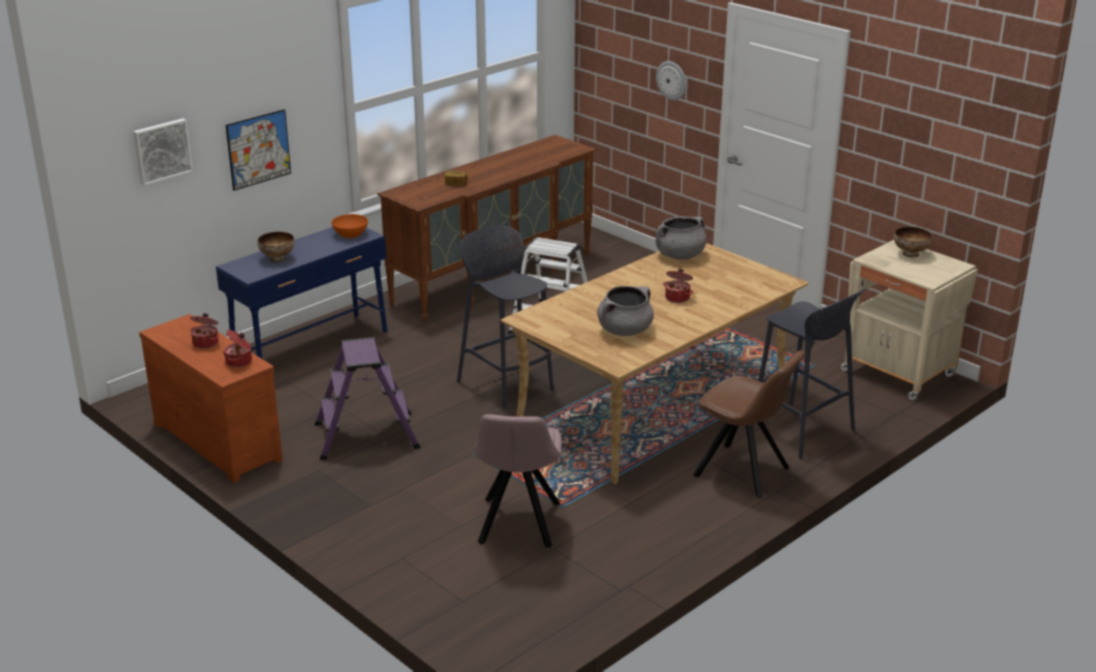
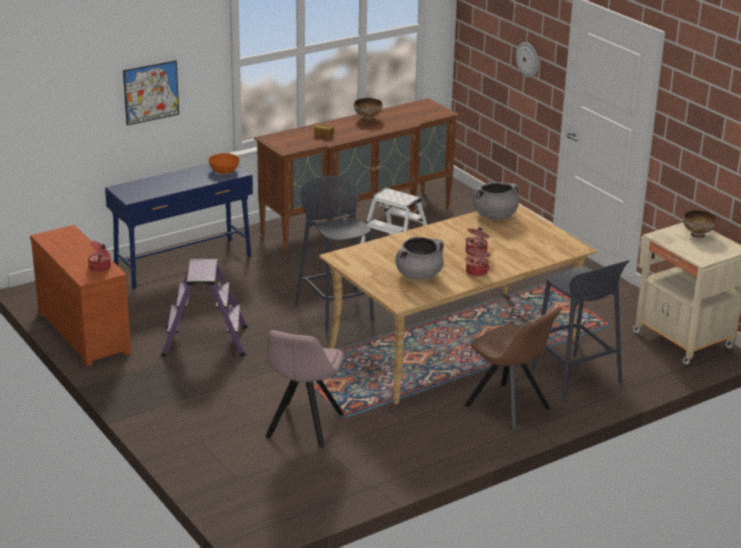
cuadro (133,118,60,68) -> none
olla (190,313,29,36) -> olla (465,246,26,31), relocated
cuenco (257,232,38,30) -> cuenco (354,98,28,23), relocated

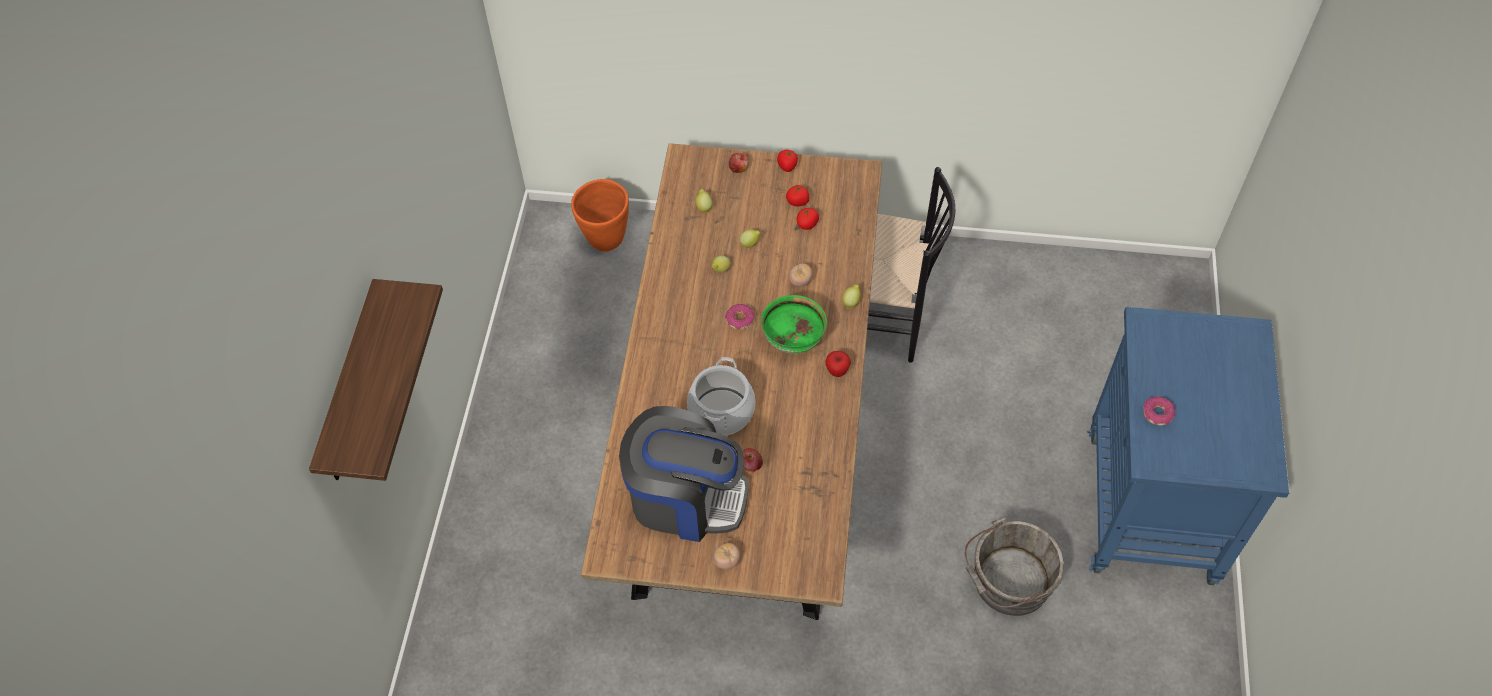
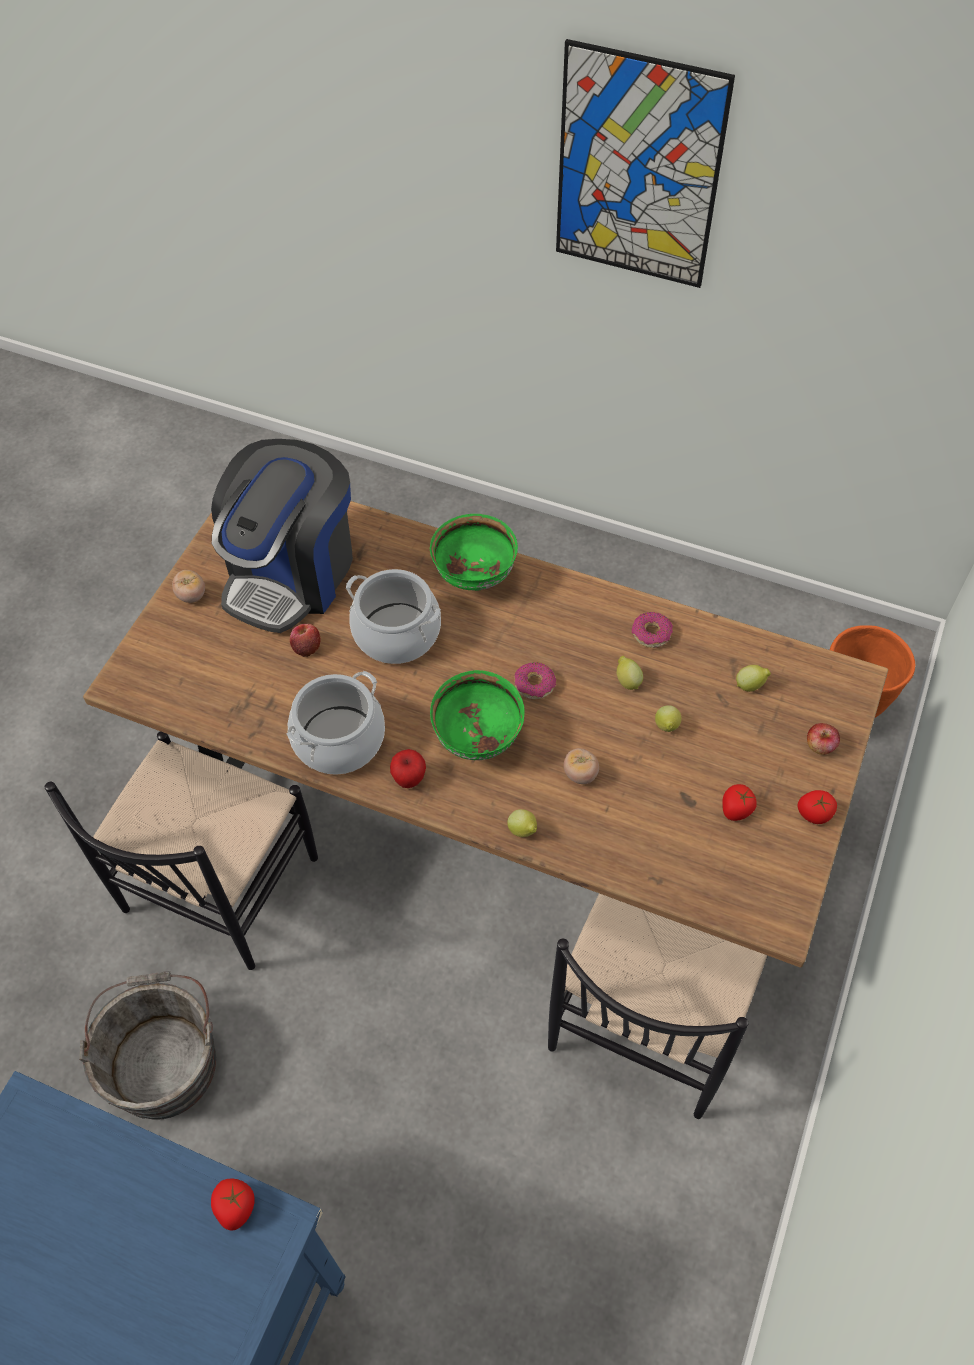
estante (309,279,134,202) -> none
none -> silla [negro] (45,731,273,239)
none -> olla (286,671,99,104)
none -> cuenco [verde] (430,514,88,77)
none -> cuadro (556,39,179,249)
tomate (796,208,23,22) -> tomate (211,1179,44,52), relocated
rosquilla (1143,396,32,30) -> rosquilla (632,612,41,36), relocated

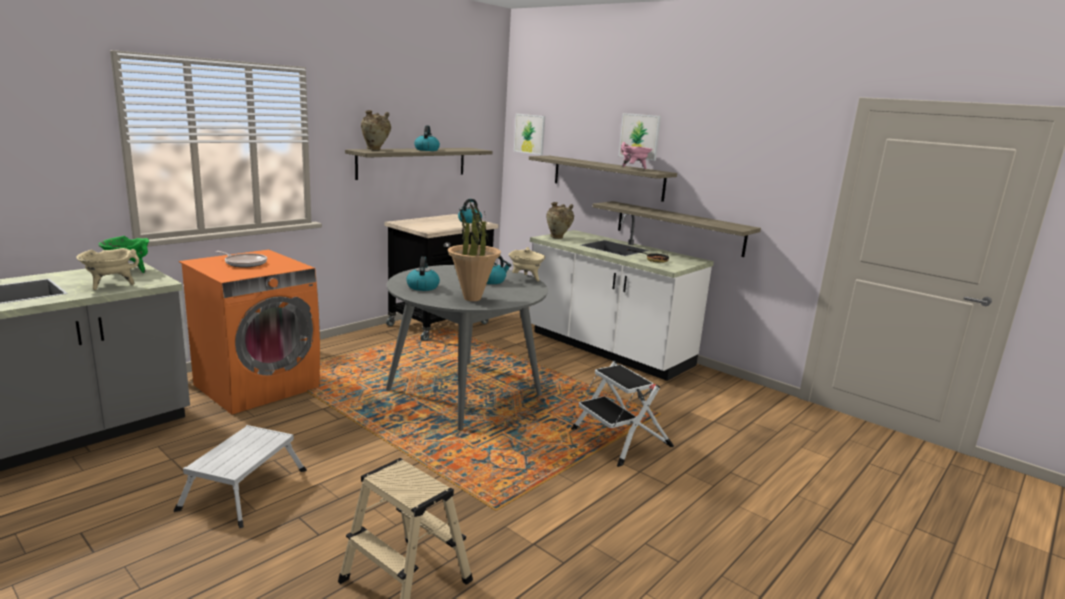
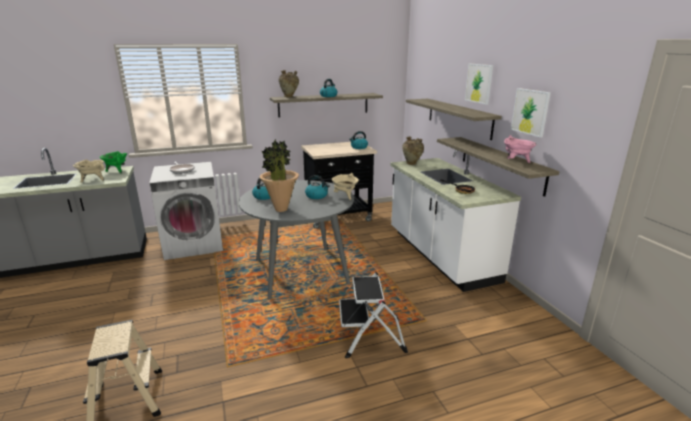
escalera de tijera [blanco] (174,425,133,103) -> none
cuadro (514,114,31,41) -> cuadro (511,88,40,50), relocated
olla [rosa] (621,142,32,27) -> olla [rosa] (504,135,33,28), relocated
lavadora [naranja] (179,250,141,165) -> lavadora [blanco] (149,162,74,98)

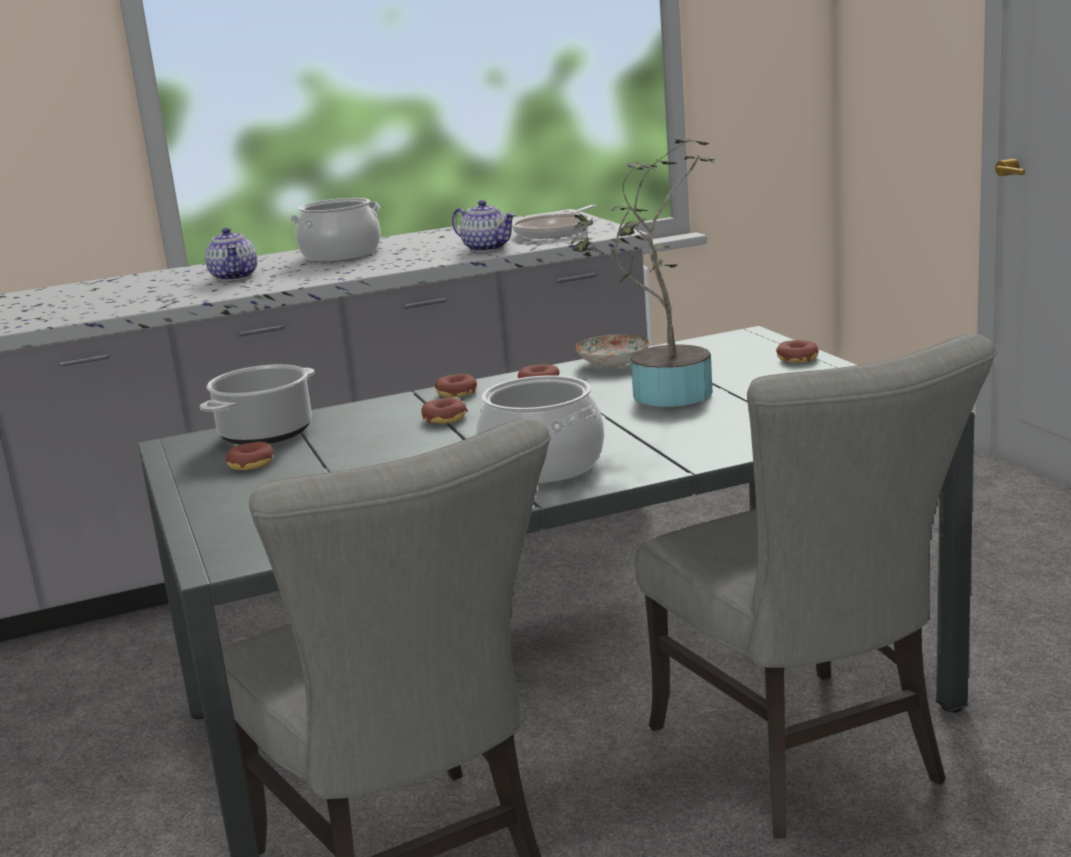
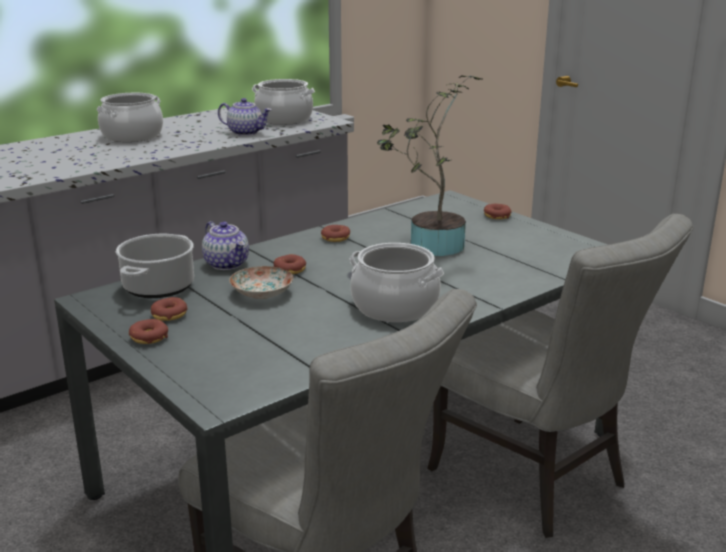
tetera (205,228,52,53) -> tetera (202,221,47,49), relocated
rosquilla (435,374,42,23) -> rosquilla (129,319,39,25), relocated
plato (575,334,75,34) -> plato (229,266,64,33), relocated
sartén (512,205,84,34) -> olla (252,79,63,46)

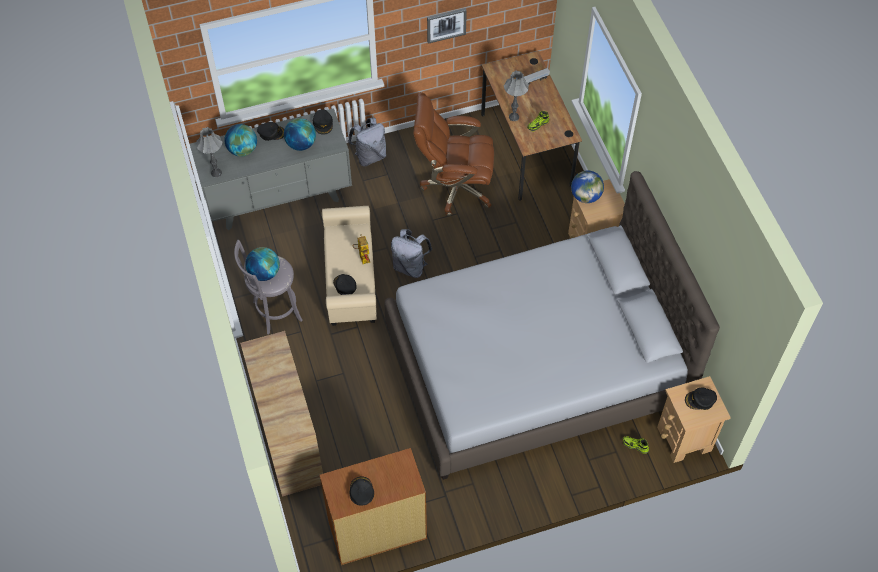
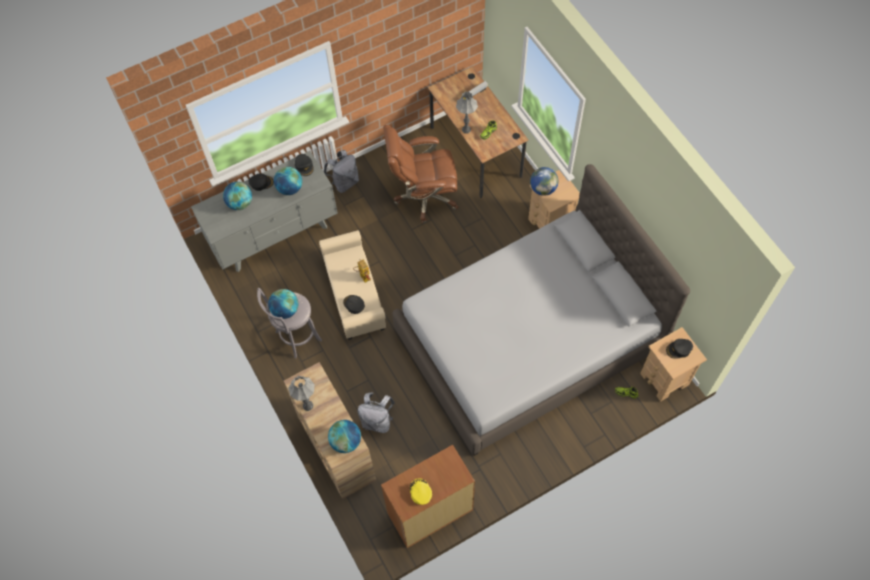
cuadro (427,8,40,36) -> none
none -> globo terráqueo (328,420,33,33)
lámpara de mesa [gris] (196,127,26,51) -> lámpara de mesa [gris] (288,376,27,35), relocated
mochila [gris] (391,229,41,49) -> mochila [gris] (358,393,37,40), relocated
gorra [negro] (350,477,24,29) -> gorra [amarillo] (410,478,22,27)

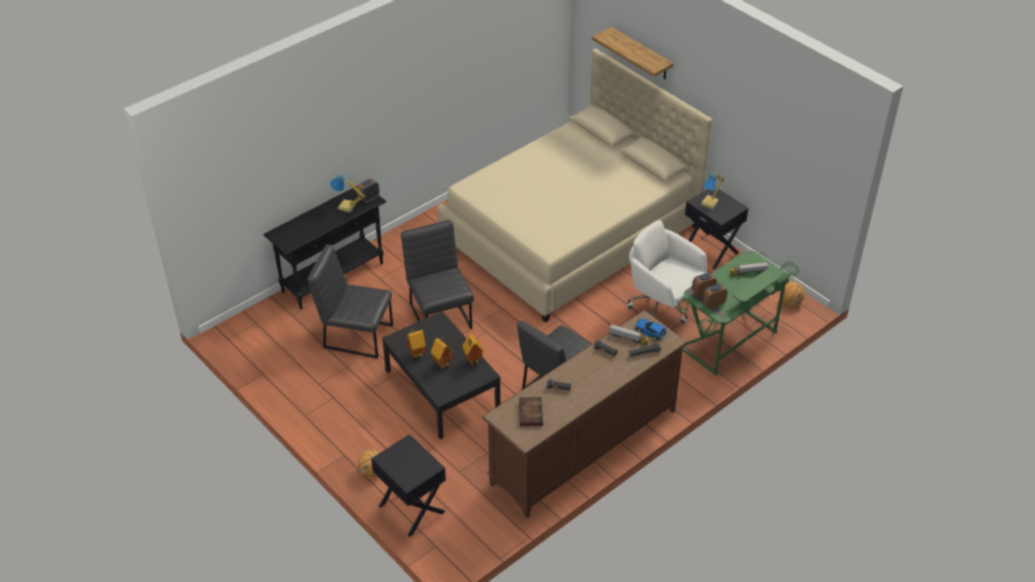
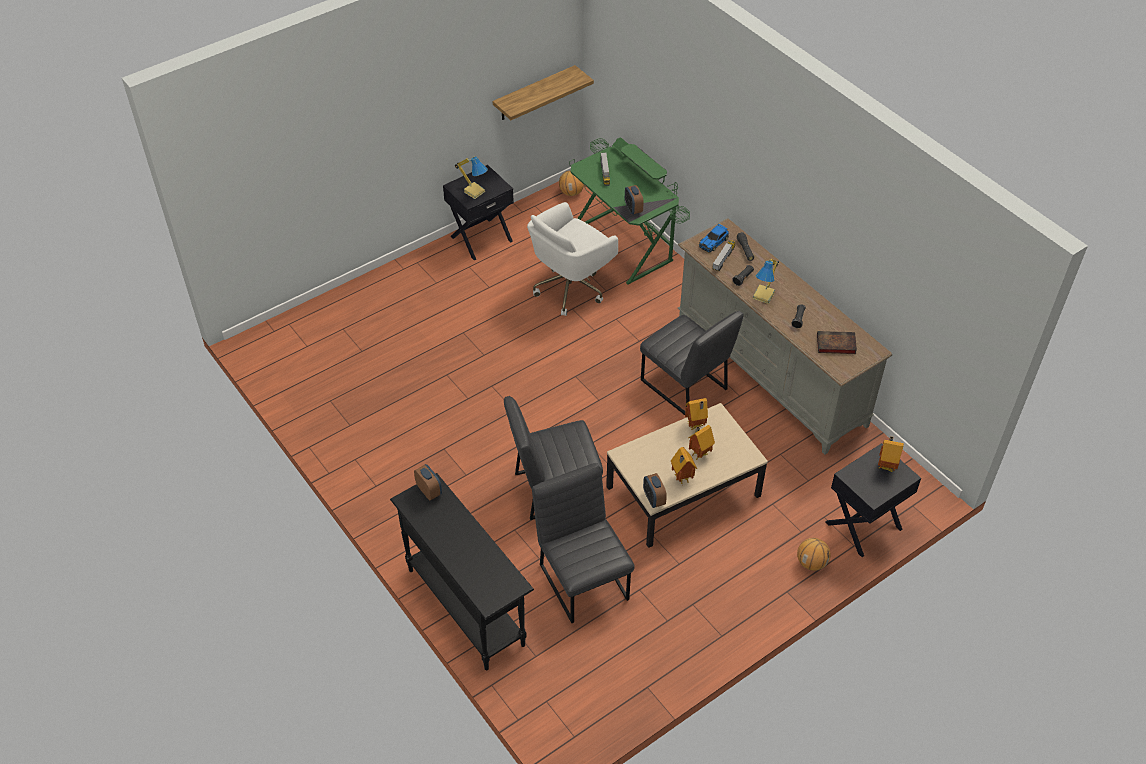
cama [beis] (438,49,274,274) -> none
none -> casita (878,436,26,36)
lámpara de mesa (330,174,35,38) -> lámpara de mesa (753,259,26,45), relocated
estante (592,27,82,52) -> estante (493,65,101,55), relocated
despertador (702,283,26,25) -> despertador (643,473,24,35), relocated
mesa de centro [negro] (382,311,118,128) -> mesa de centro [beis] (606,403,162,145)
armario [marrón] (482,310,205,209) -> armario [gris] (678,218,214,237)
silla [gris] (308,244,85,114) -> silla [gris] (532,463,103,160), 135 degrees clockwise

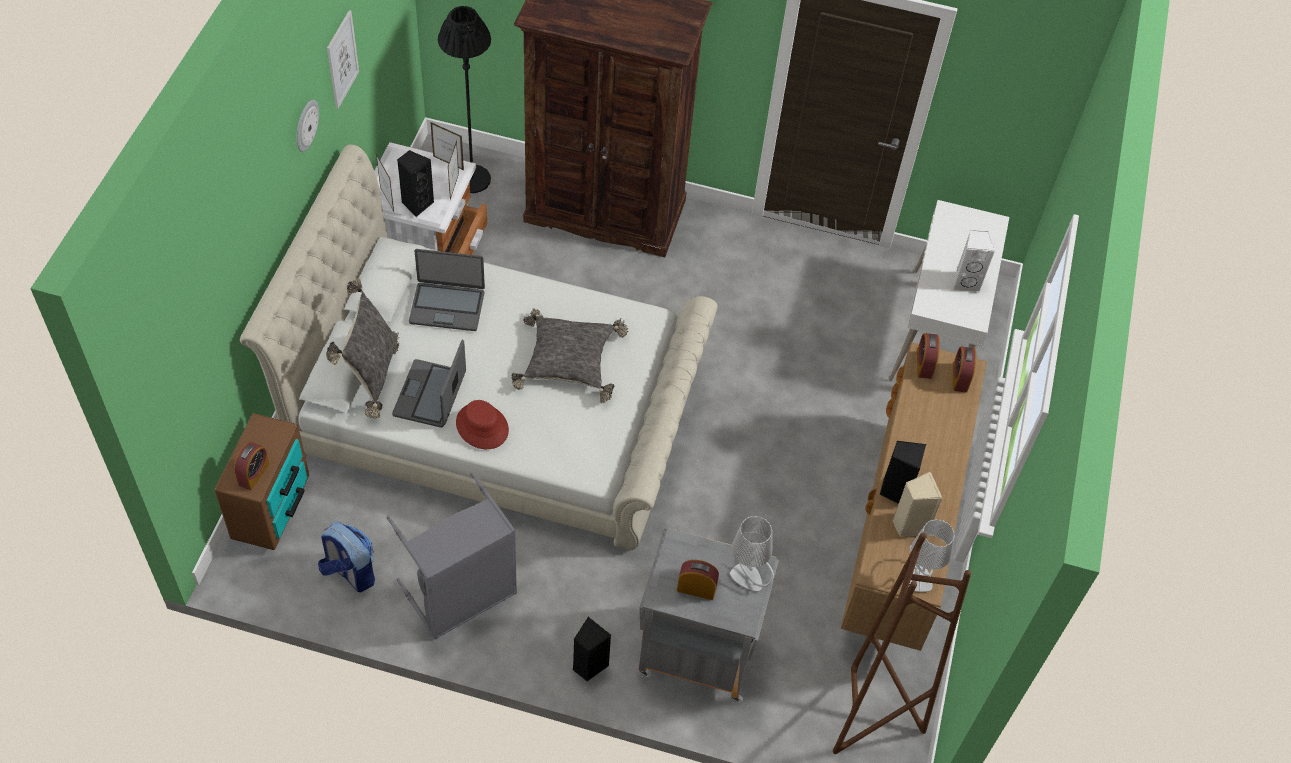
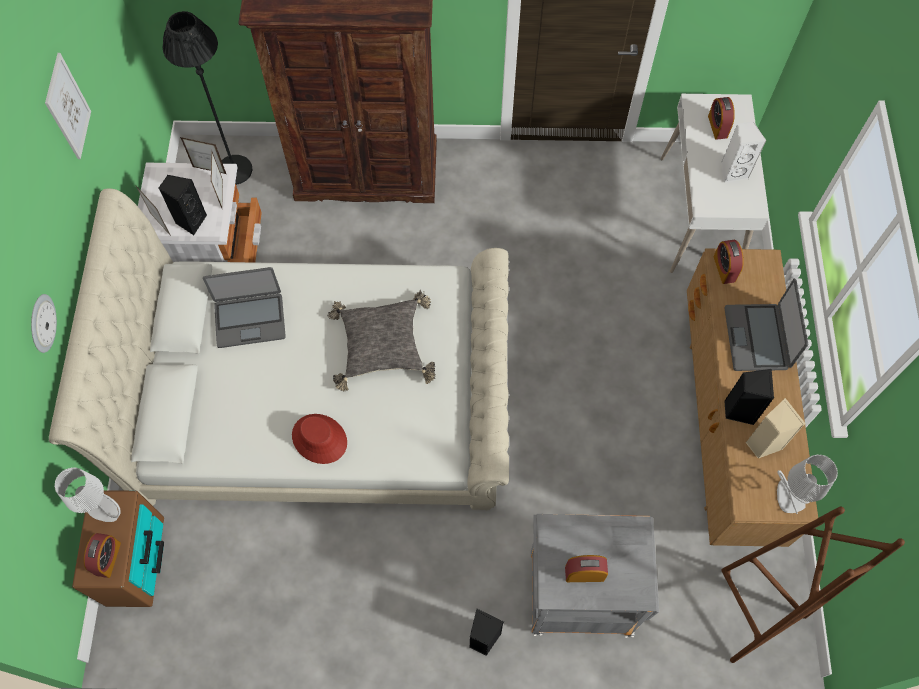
mochila (318,521,57,71) -> none
cojín (326,277,74,142) -> none
cesto de la ropa [gris] (387,472,130,167) -> none
reloj de pared (296,100,23,52) -> reloj de pared (31,294,26,59), relocated
portátil (392,339,74,89) -> portátil (724,278,84,93), relocated
lámpara de mesa [gris] (730,516,44,75) -> lámpara de mesa [gris] (54,467,66,55), relocated
despertador (953,347,23,46) -> despertador (708,97,27,43), relocated

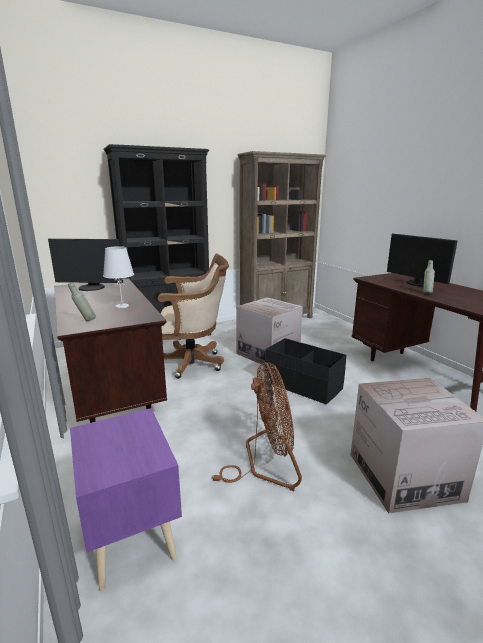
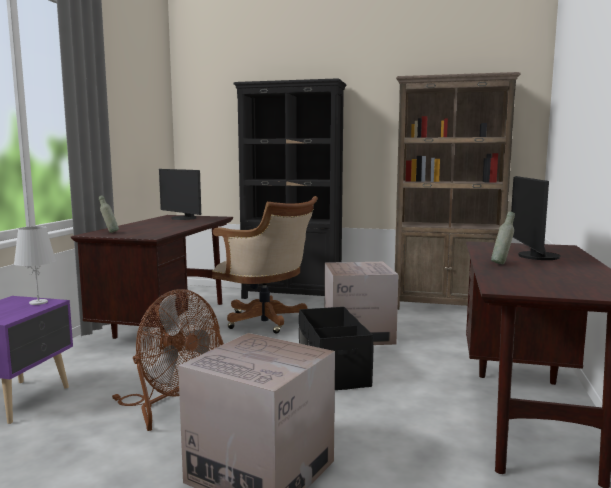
lámpara de mesa [blanco] (103,246,31,62) -> lámpara de mesa [blanco] (14,226,42,79), relocated

